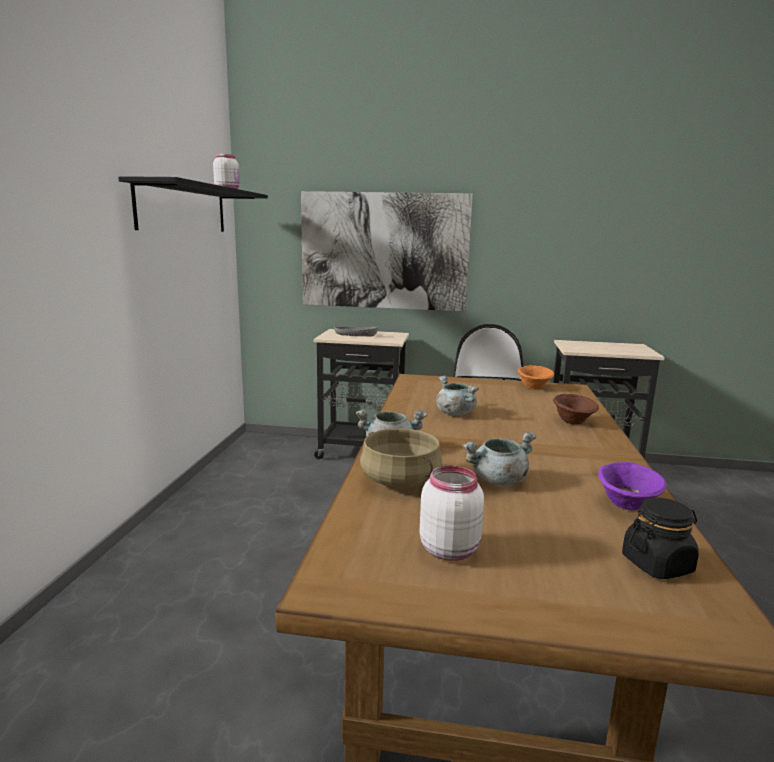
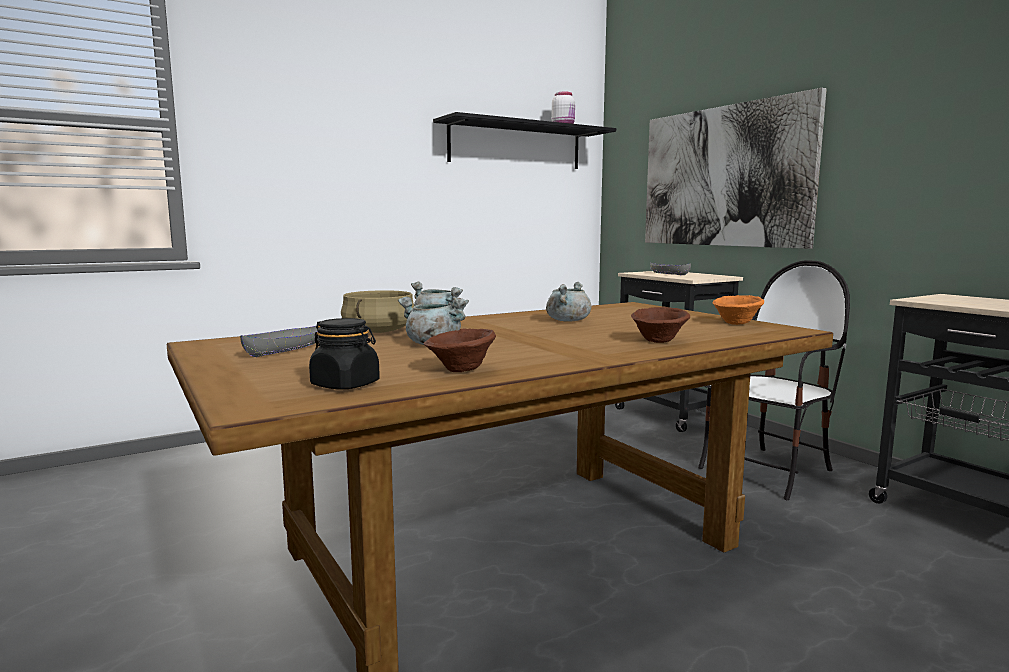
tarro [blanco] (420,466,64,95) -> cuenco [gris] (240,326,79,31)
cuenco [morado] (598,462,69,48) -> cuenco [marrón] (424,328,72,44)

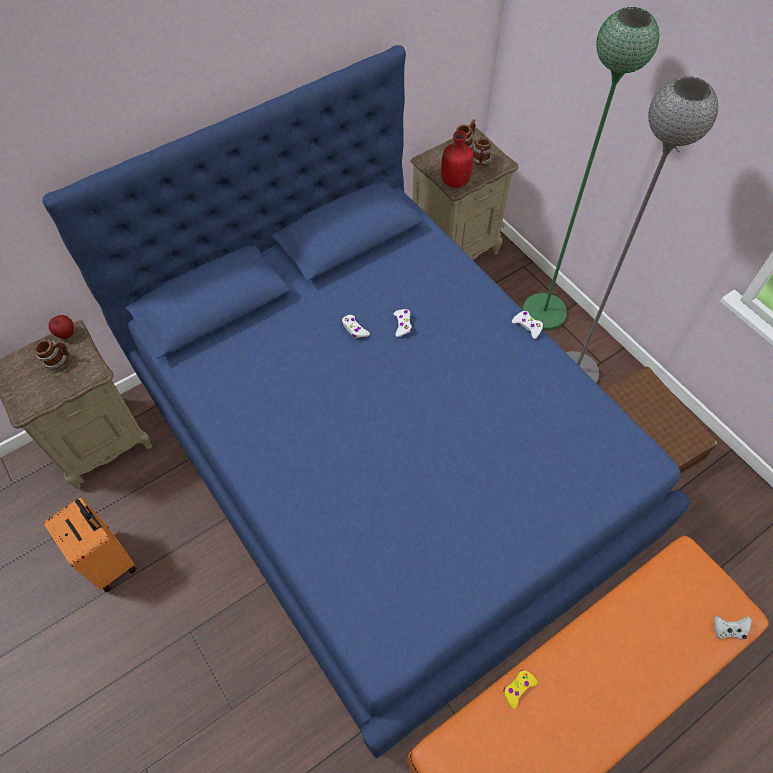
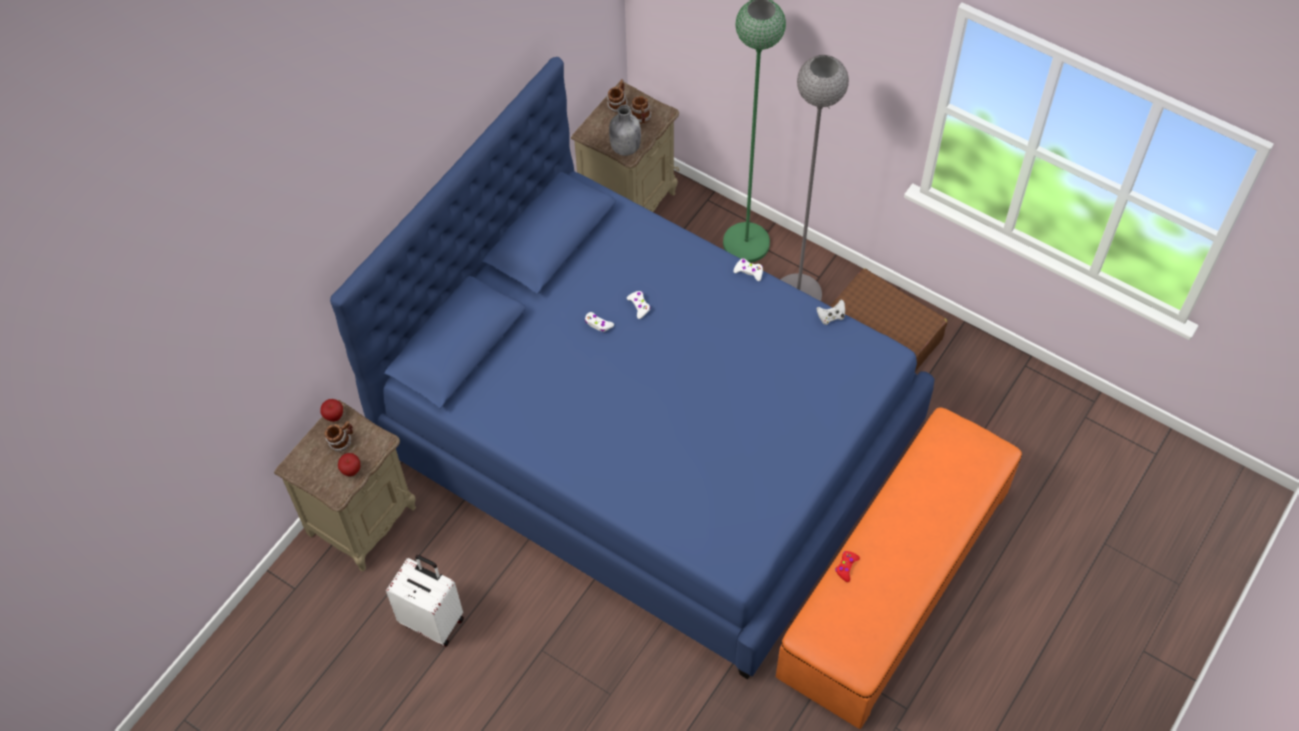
none -> manzana (338,453,22,23)
mando de consola [blanco] (714,616,37,24) -> mando de consola [blanco] (817,299,28,26), relocated
maleta [naranja] (43,497,94,95) -> maleta [blanco] (386,555,78,92)
botella [rojo] (441,131,32,57) -> botella [gris] (609,105,32,51)
mando de consola [amarillo] (503,669,35,40) -> mando de consola [rojo] (835,551,25,31)

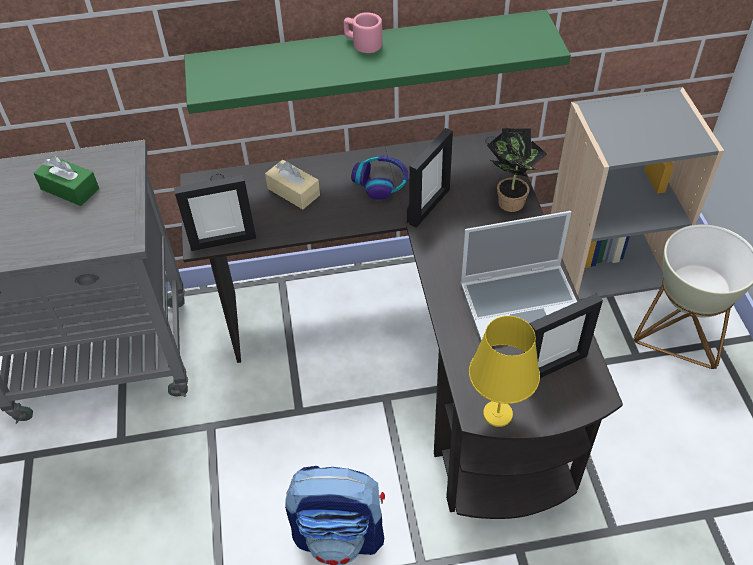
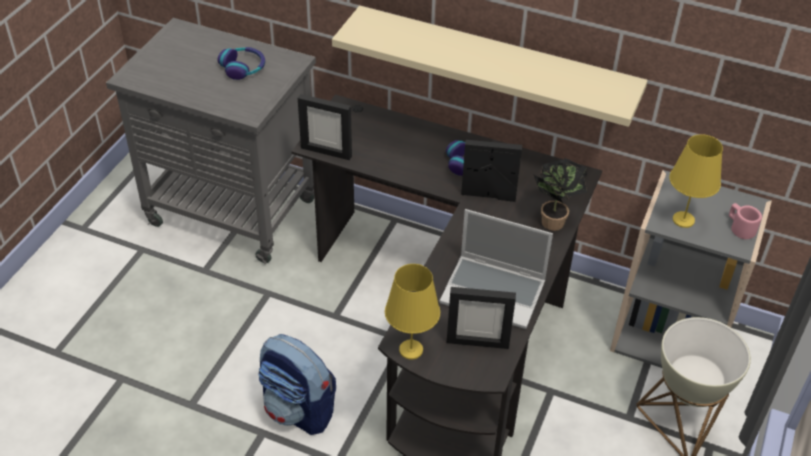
caja de pañuelos [beis] (265,160,55,49) -> none
none -> lámpara de mesa [amarillo] (669,134,54,94)
taza grande [rosa] (344,12,39,41) -> taza grande [rosa] (729,203,33,36), relocated
caja de pañuelos [verde] (34,156,65,50) -> auriculares (217,47,48,33)
estante [verde] (184,10,387,104) -> estante [beis] (332,6,316,121)
portarretratos (407,128,46,100) -> portarretratos (461,140,61,62), 150 degrees counterclockwise

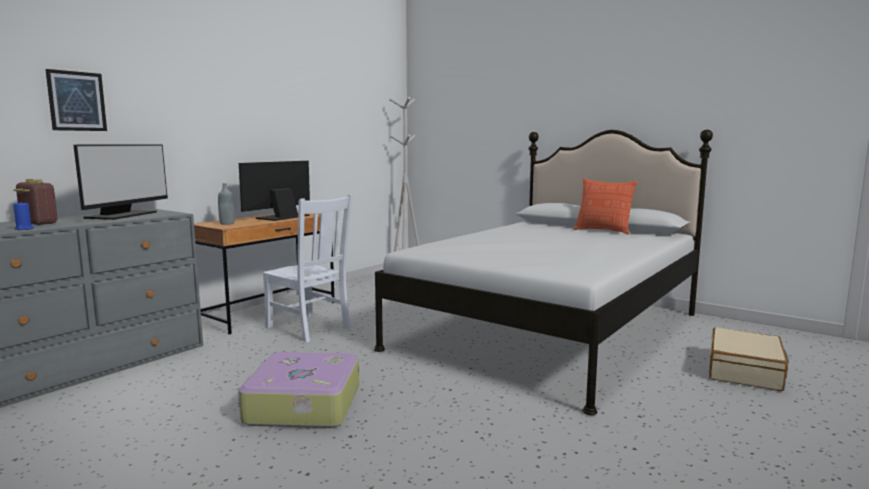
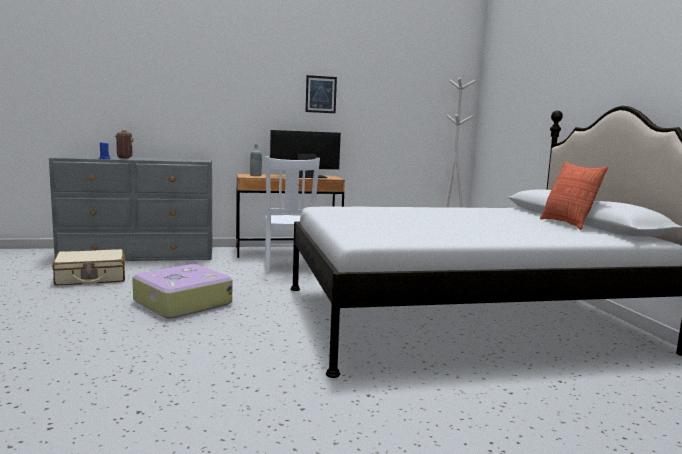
monitor (73,144,95,76) -> none
cuadro (45,69,62,62) -> cuadro (305,75,32,38), relocated
maleta [beis] (709,327,80,64) -> maleta [beis] (52,249,73,36), relocated

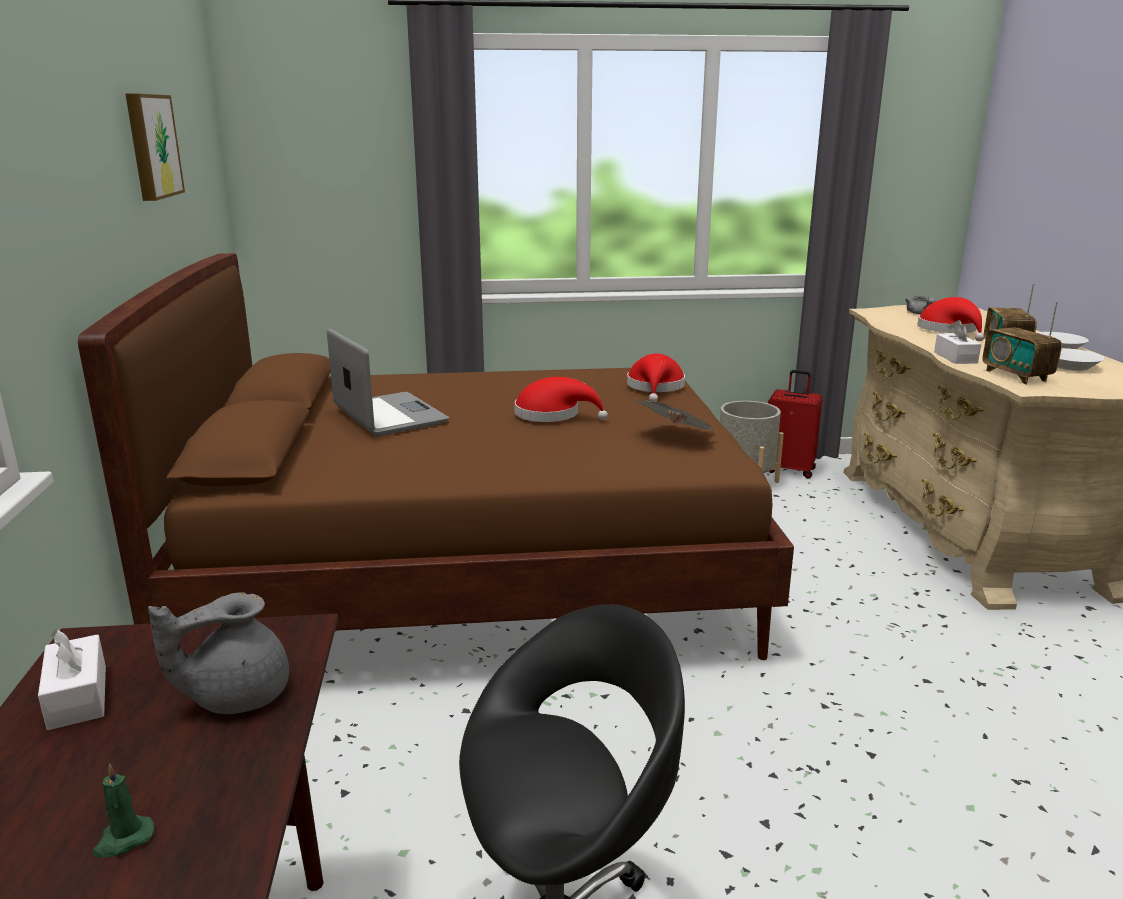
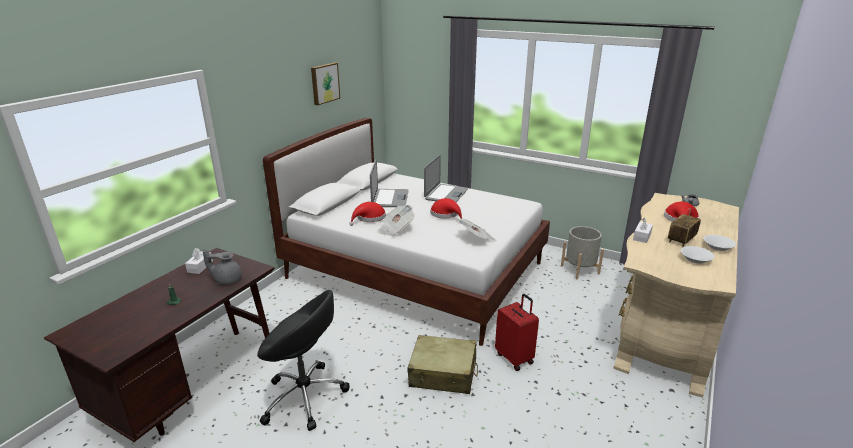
radio (982,302,80,82) -> none
none -> periódico (377,205,38,31)
none -> maleta [beis] (407,335,71,59)
none -> portátil (424,155,44,47)
sombrero [rojo] (627,353,58,49) -> sombrero [rojo] (349,202,37,24), relocated
maleta [rojo] (768,370,55,108) -> maleta [rojo] (495,294,44,77), relocated
cama [marrón] (78,253,716,407) -> cama [blanco] (263,118,287,228)

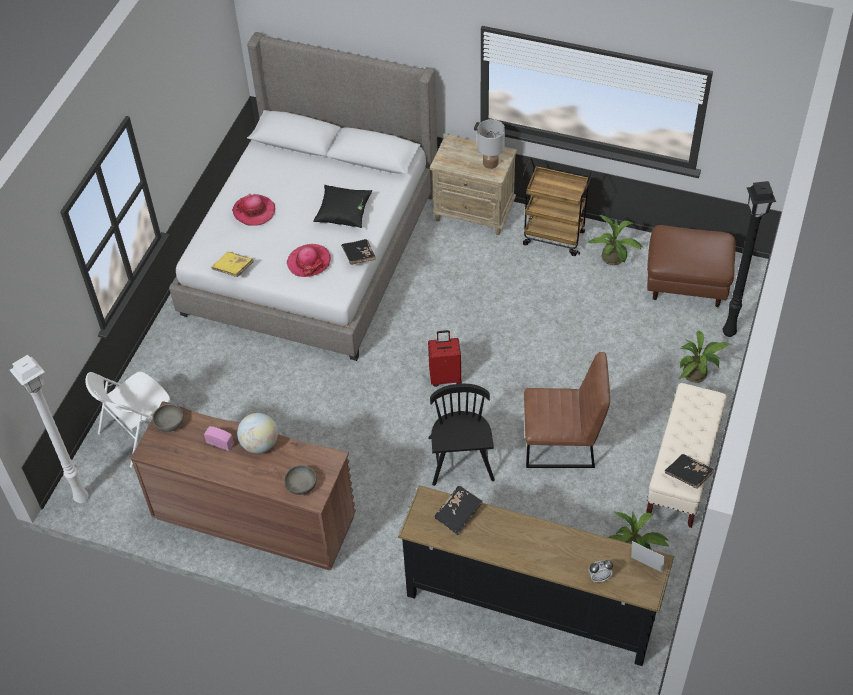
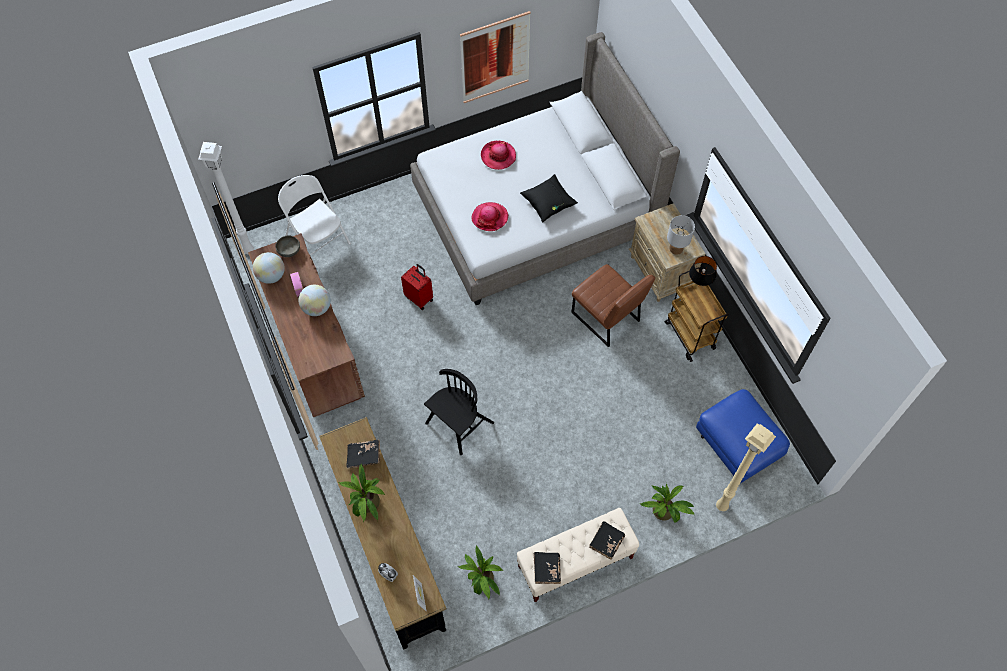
libro [amarillo] (211,252,43,25) -> none
cuenco [gris] (284,465,33,30) -> none
none -> globo terráqueo (253,252,32,32)
none -> cuadro (460,11,71,92)
none -> lámpara de mesa [negro] (689,256,28,30)
libro [negro] (341,239,35,26) -> libro [negro] (589,521,36,39), relocated
maleta [rojo] (428,330,34,57) -> maleta [rojo] (401,264,32,46), relocated
silla [marrón] (524,352,86,116) -> silla [marrón] (572,264,83,83), relocated
planta en maceta (587,214,56,51) -> planta en maceta (339,463,46,59), relocated
puf [marrón] (647,225,89,82) -> puf [azul] (696,389,94,94)
lámpara de pie [negro] (723,181,53,156) -> lámpara de pie [beis] (716,423,60,88)
silla [blanco] (85,372,85,97) -> silla [blanco] (278,175,73,93), 45 degrees clockwise

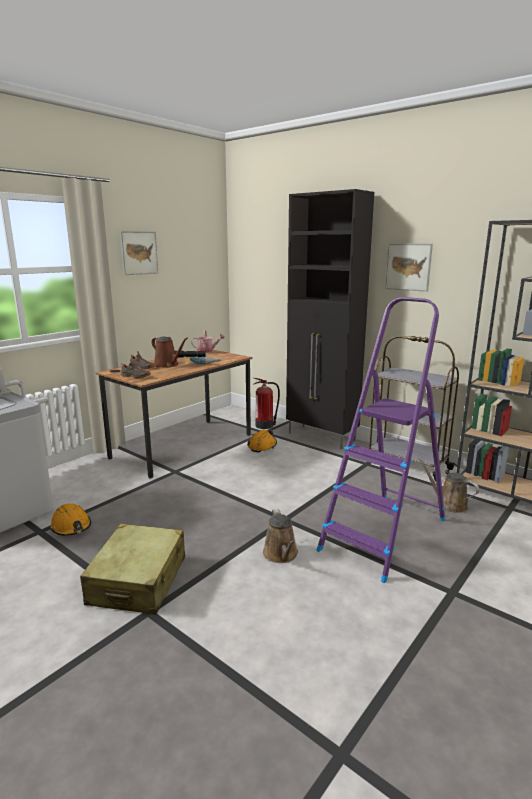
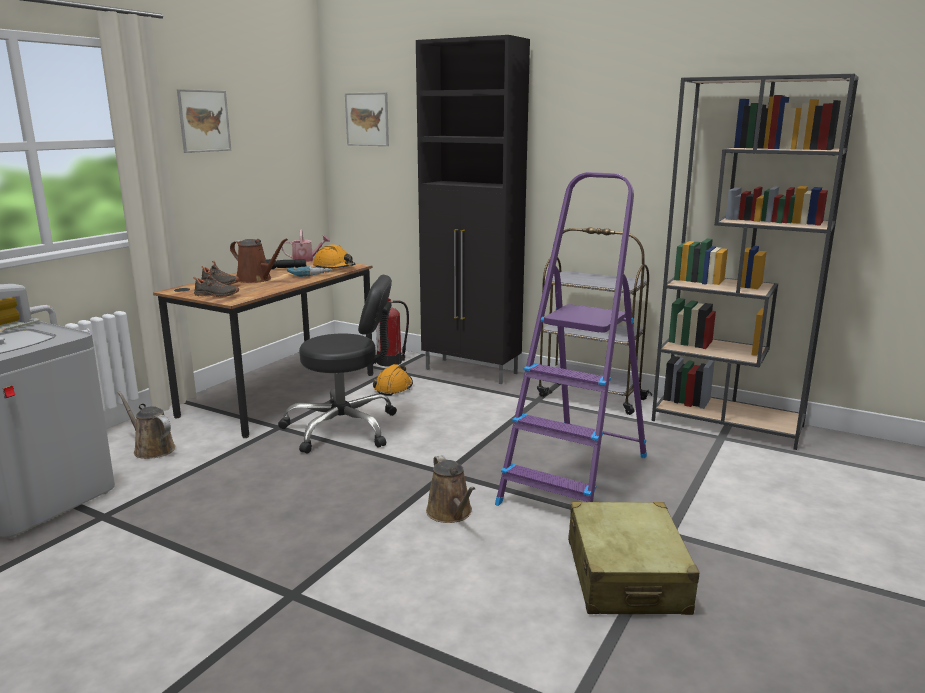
none -> silla de oficina [negro] (278,275,119,179)
casco [naranja] (50,504,41,32) -> casco [naranja] (313,244,43,25), relocated
maleta [beis] (80,524,105,91) -> maleta [beis] (568,502,132,113), relocated
cuadro (385,244,48,48) -> cuadro (345,92,44,54), relocated
regadera [marrón] (418,457,61,56) -> regadera [marrón] (117,391,58,68), relocated

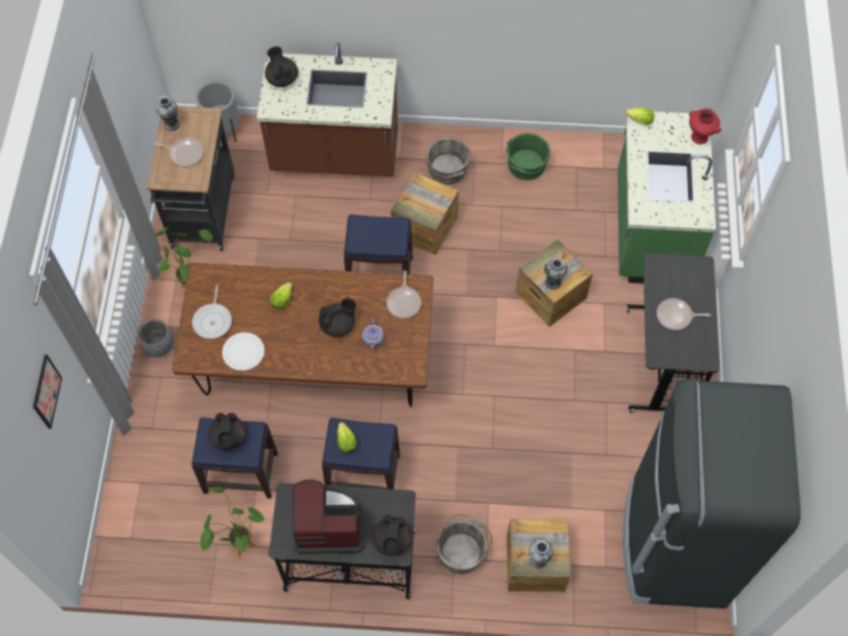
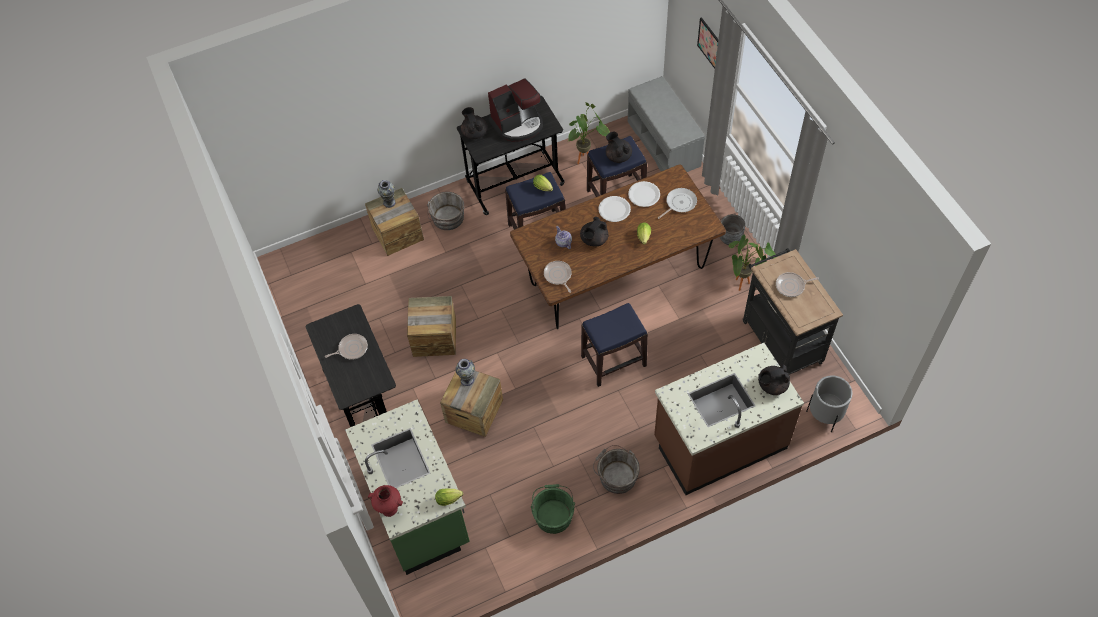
florero (156,95,24,36) -> none
nevera [negro] (623,379,178,230) -> none
none -> plato [blanco] (598,196,33,26)
none -> banco [gris] (628,76,77,96)
caja de embalaje (391,172,68,83) -> caja de embalaje (407,296,49,61), relocated
sartén (192,284,40,55) -> sartén (658,188,39,31), 75 degrees clockwise
tetera [negro] (265,46,33,41) -> tetera [negro] (758,364,32,31), 120 degrees clockwise

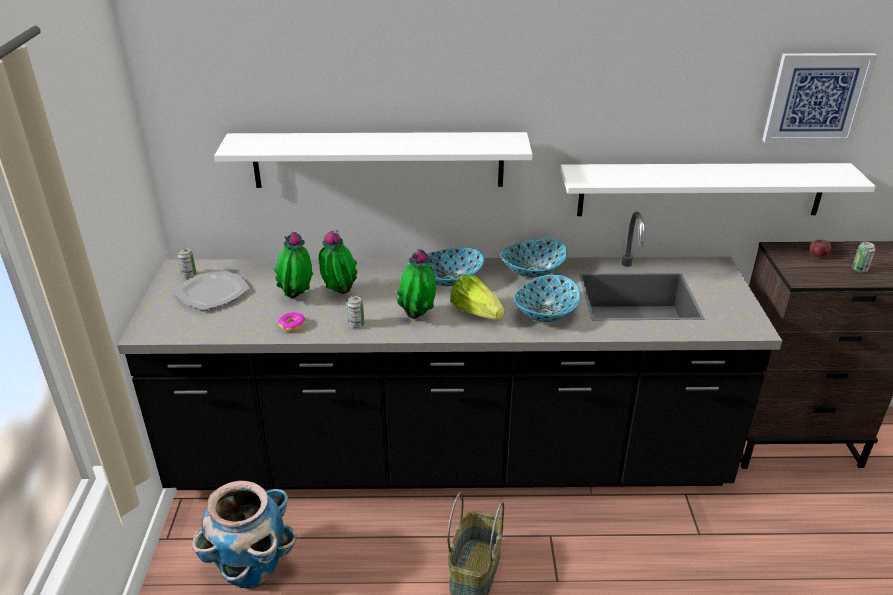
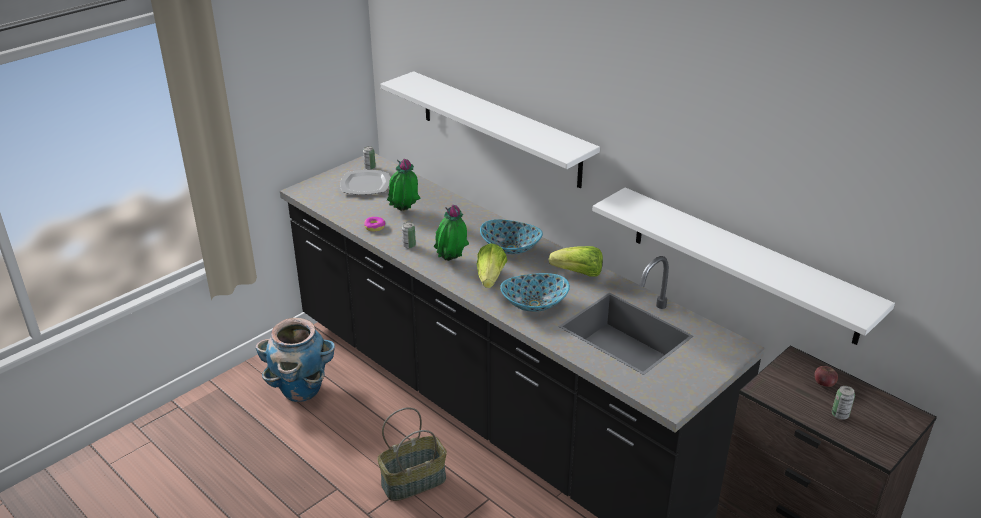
planta en maceta (319,230,38,64) -> none
cuadro (762,53,115,90) -> none
cuenco (501,238,67,40) -> lechuga (549,246,54,31)

